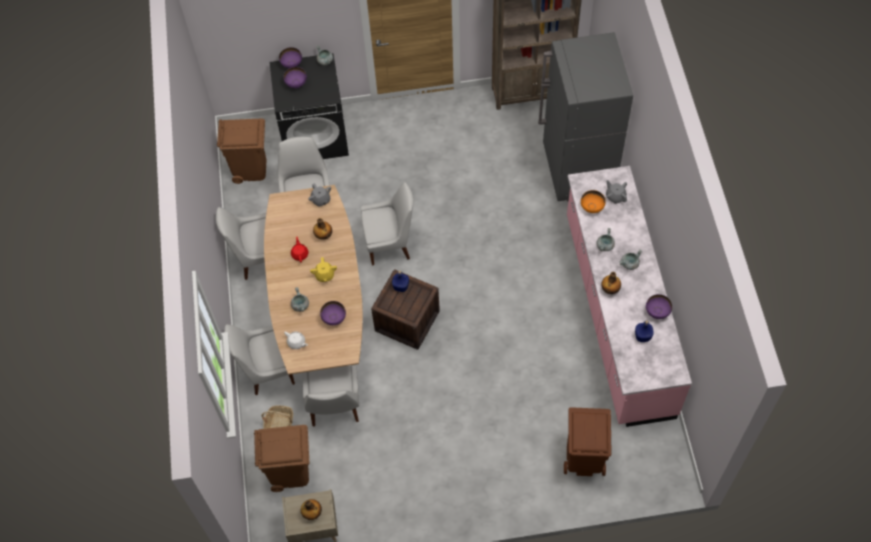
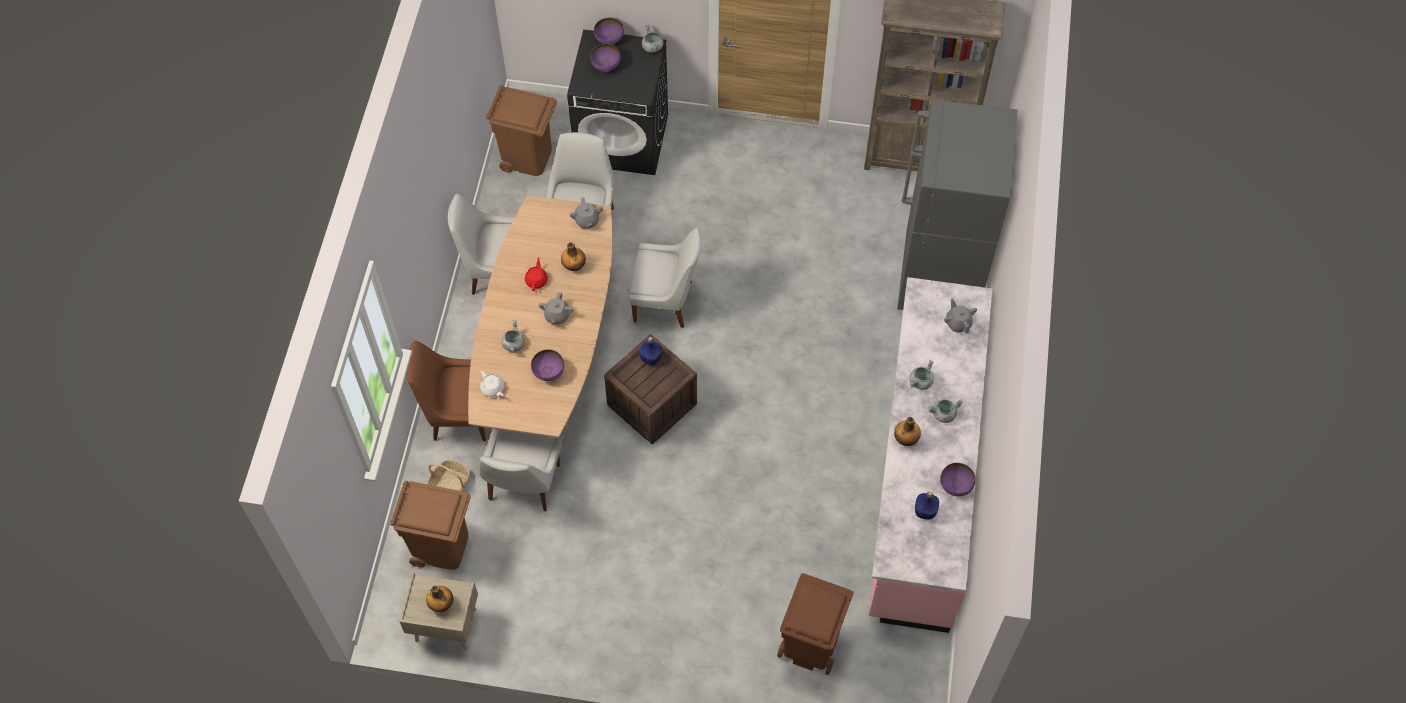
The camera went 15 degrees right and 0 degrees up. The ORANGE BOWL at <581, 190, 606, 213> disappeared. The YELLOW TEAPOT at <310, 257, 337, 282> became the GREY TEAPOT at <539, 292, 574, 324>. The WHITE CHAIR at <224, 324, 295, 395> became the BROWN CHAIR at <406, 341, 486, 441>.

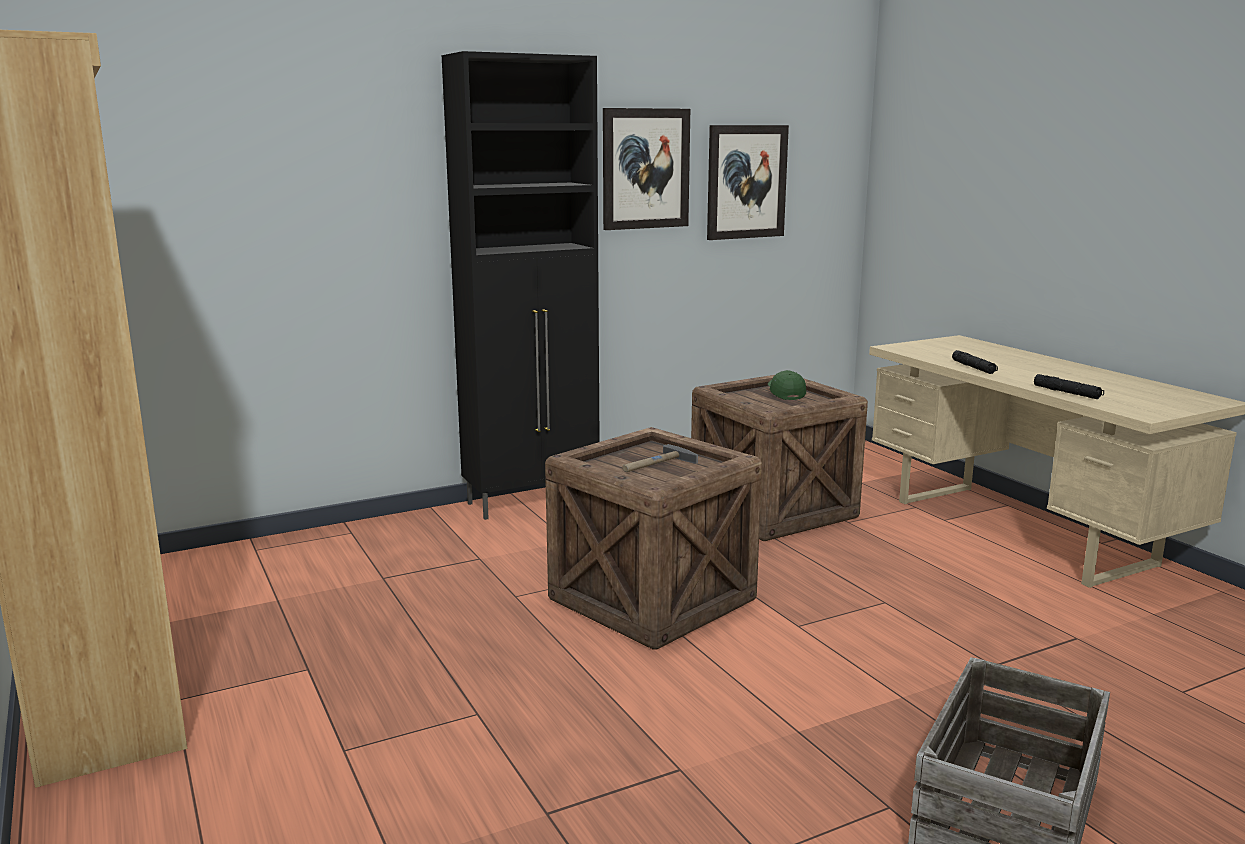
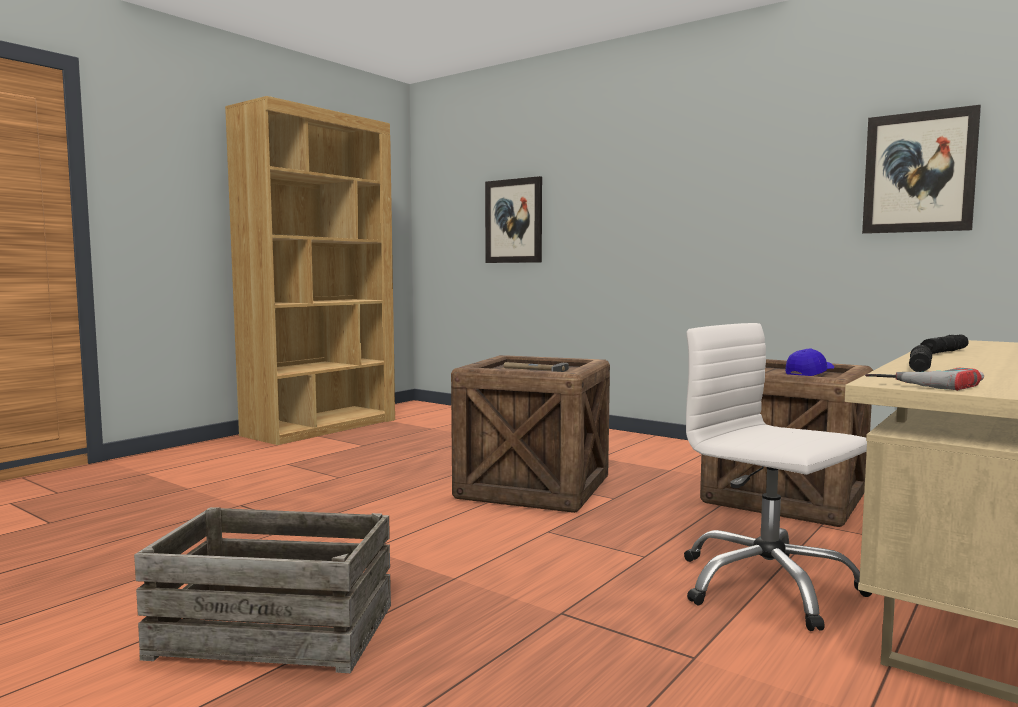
The camera went 65 degrees right and 10 degrees down. The BLACK CABINET at <442, 51, 600, 520> disappeared. The PICTURE moved from <603, 108, 690, 230> to <485, 176, 542, 263>. The GREEN CAP at <768, 370, 806, 400> became the BLUE CAP at <785, 348, 835, 376>. The WHITE OFFICE CHAIR at <684, 323, 872, 631> appeared. The POWER DRILL at <865, 368, 984, 391> appeared.

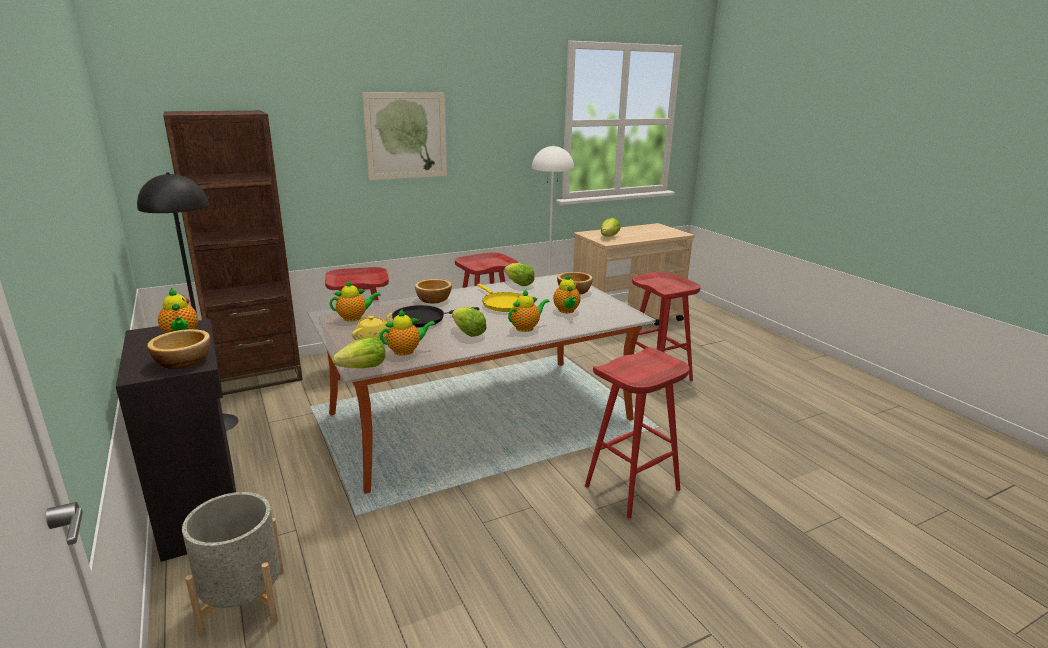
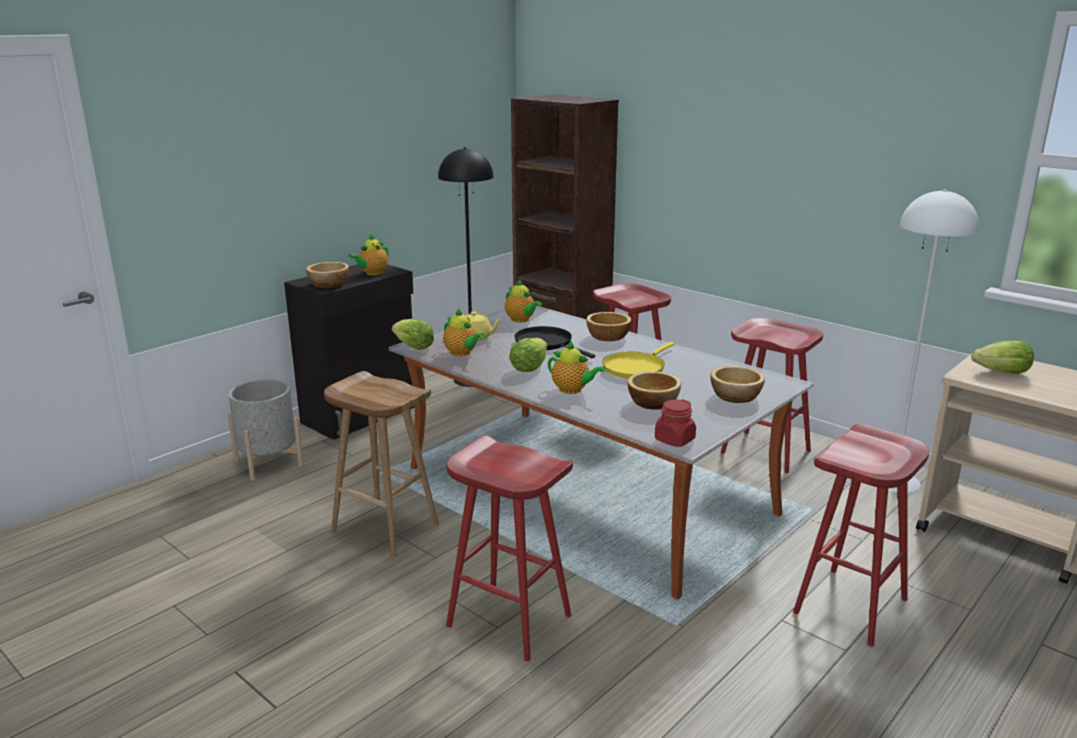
The camera went 70 degrees right and 0 degrees up. The PICTURE at <362, 92, 447, 180> disappeared. The LETTUCE at <504, 263, 534, 286> disappeared. The TEAPOT at <553, 274, 581, 313> was replaced by the BOWL at <627, 371, 681, 410>. The BROWN STOOL at <324, 371, 439, 558> appeared. The RED JAR at <655, 399, 696, 447> appeared.

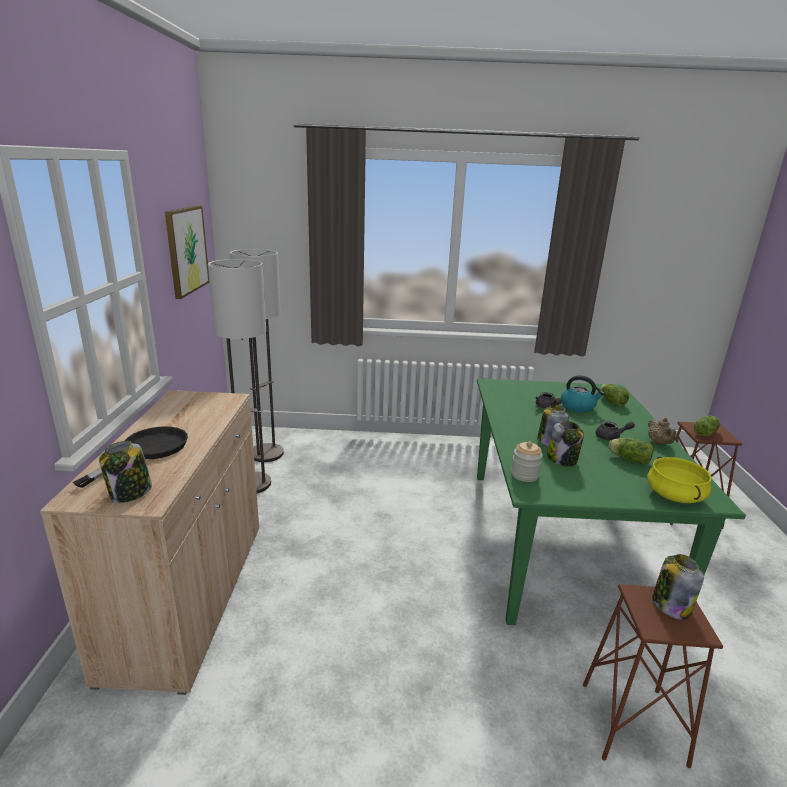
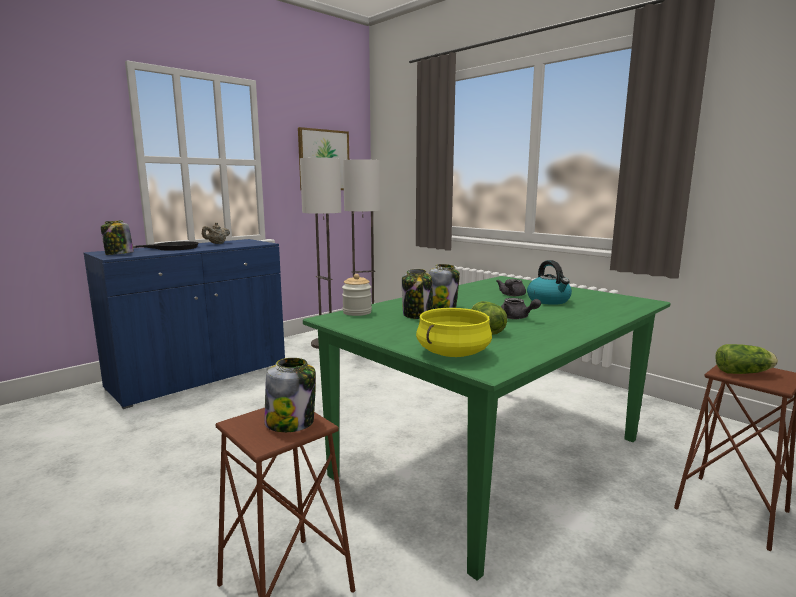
The camera went 45 degrees right and 10 degrees down. The LETTUCE at <600, 383, 629, 406> disappeared. The BEIGE CABINET at <40, 390, 259, 695> became the BLUE CABINET at <84, 239, 285, 409>. The BEIGE TEAPOT moved from <648, 417, 676, 444> to <202, 222, 230, 244>.

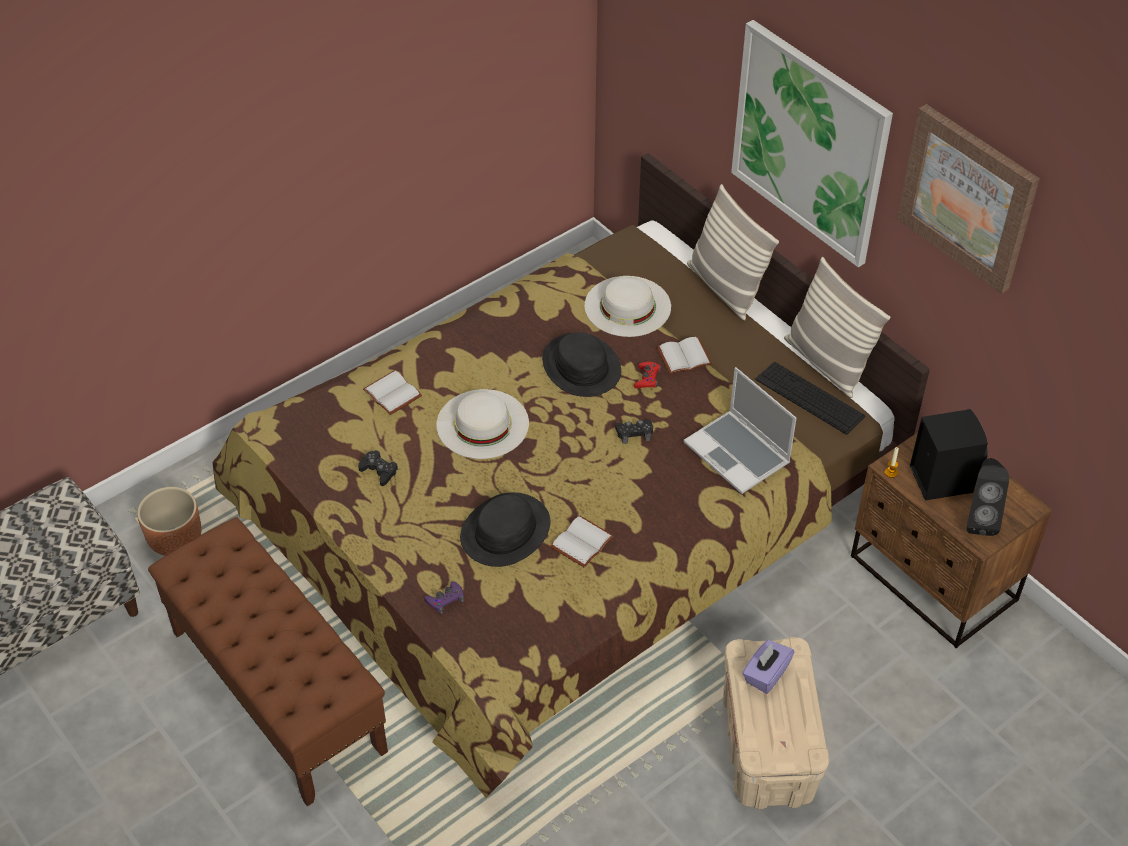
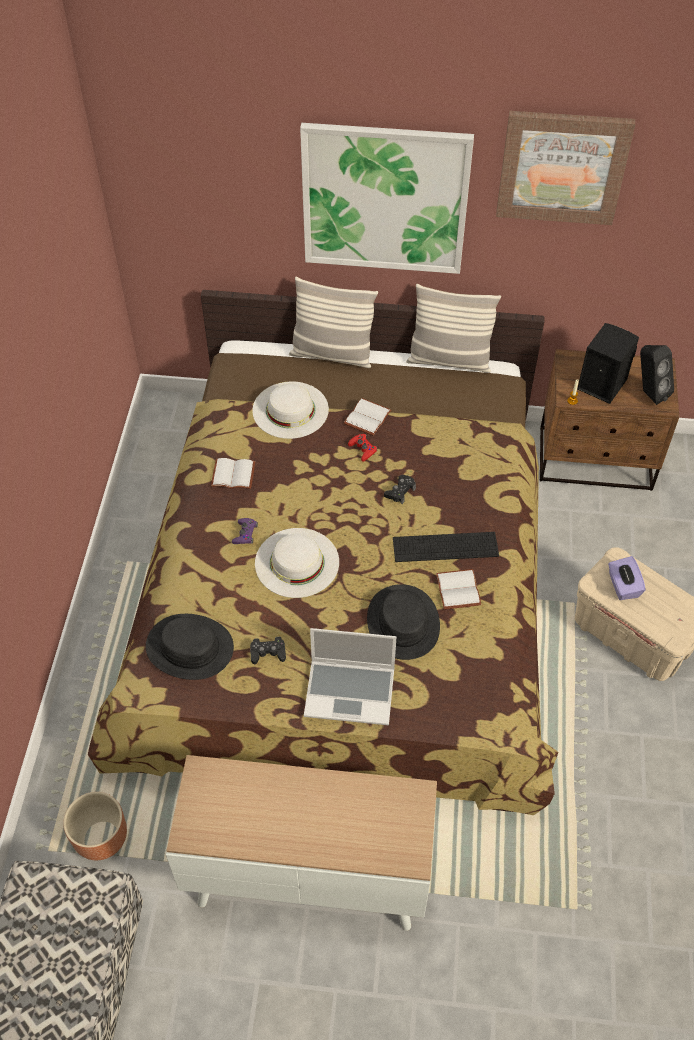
The camera went 45 degrees left and 5 degrees up. The BLACK HAT moved from <542, 332, 621, 397> to <146, 614, 234, 680>. The KEYBOARD moved from <755, 362, 866, 435> to <393, 532, 499, 562>. The LAPTOP moved from <683, 367, 796, 494> to <304, 628, 396, 725>. The WHITE BOOK moved from <363, 370, 422, 415> to <211, 458, 255, 489>. The BROWN BENCH at <148, 517, 388, 807> was replaced by the CABINET at <166, 755, 437, 931>. The PURPLE GAME CONTROLLER moved from <424, 581, 464, 614> to <232, 518, 258, 544>.

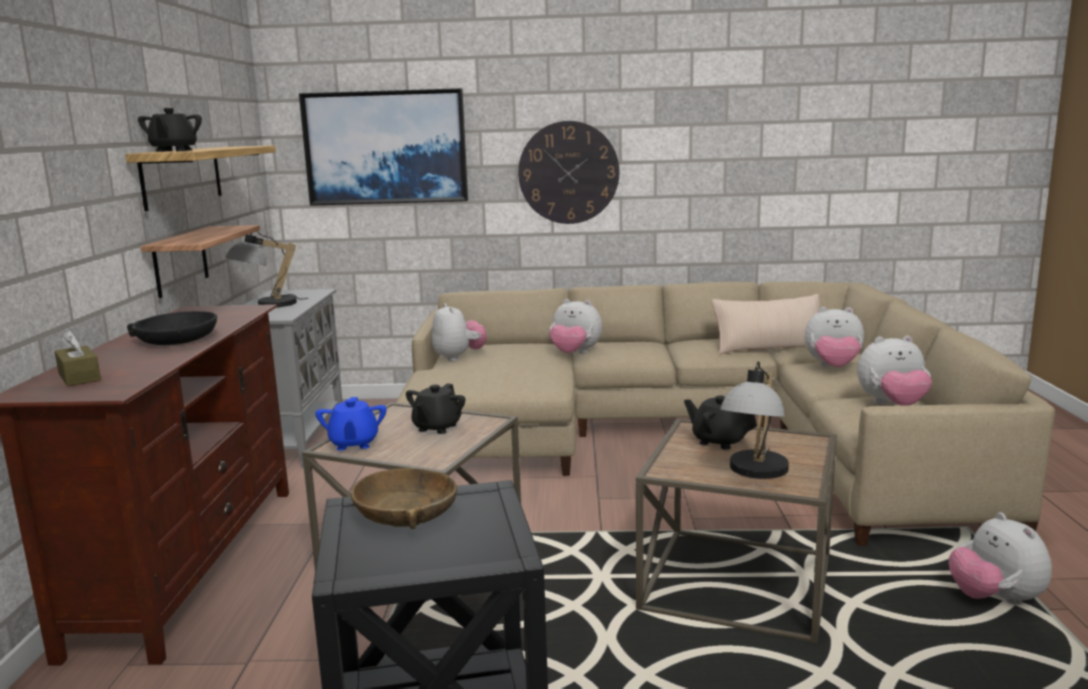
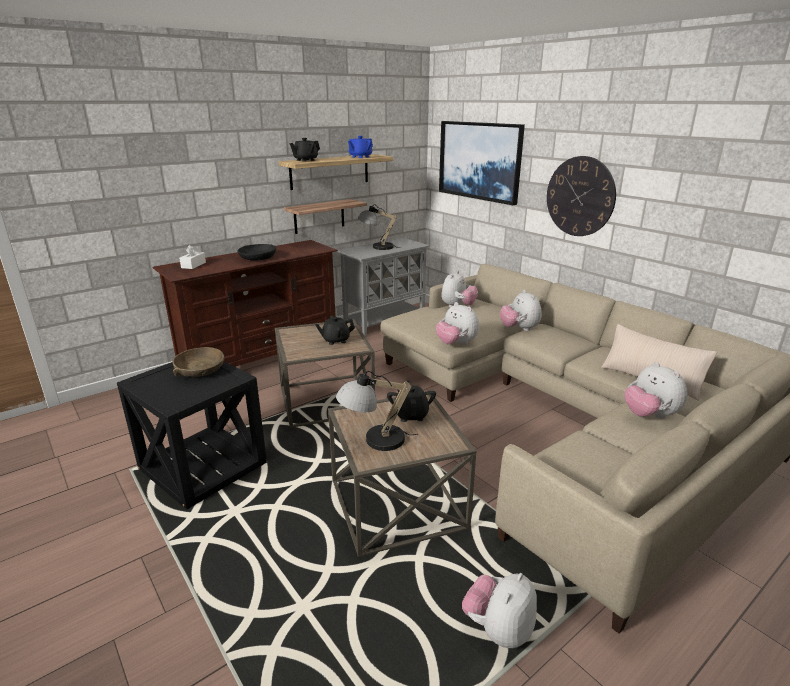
The camera went 50 degrees right and 10 degrees up. The BROWN TISSUE BOX at <55, 330, 101, 386> became the WHITE TISSUE BOX at <179, 245, 206, 269>. The PLUSH TOY moved from <857, 335, 932, 405> to <436, 302, 479, 345>. The BLUE TEAPOT moved from <315, 397, 387, 451> to <348, 136, 373, 158>.

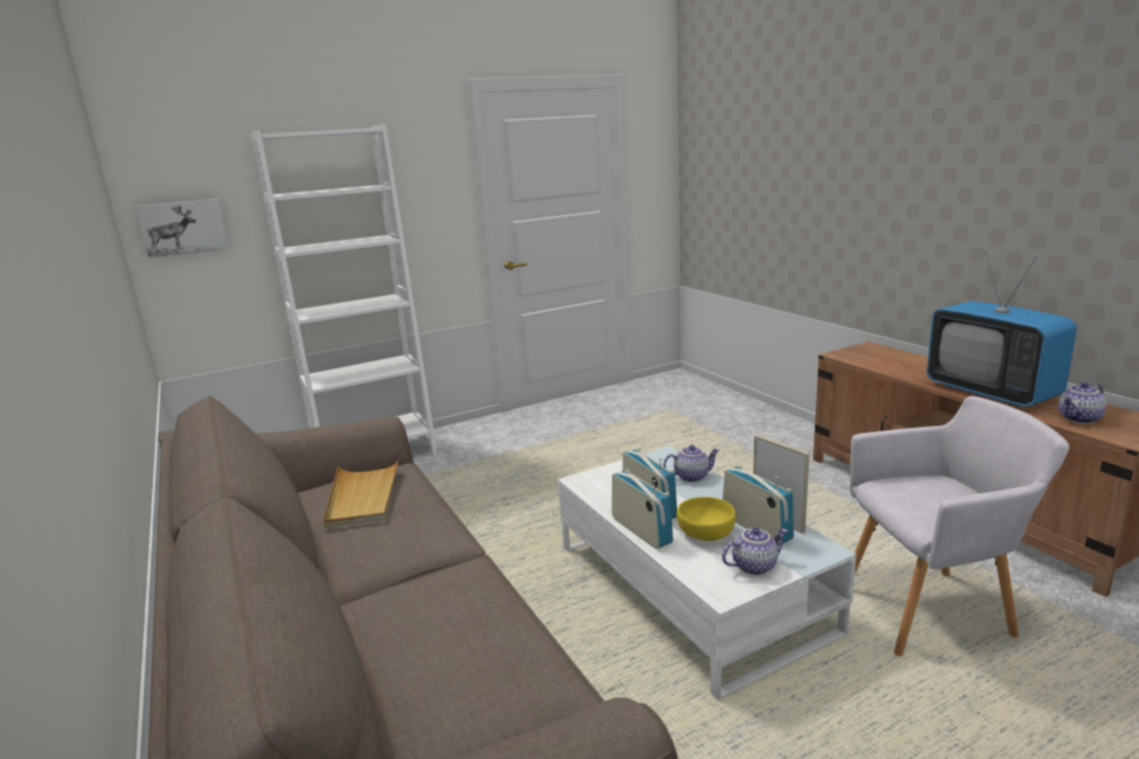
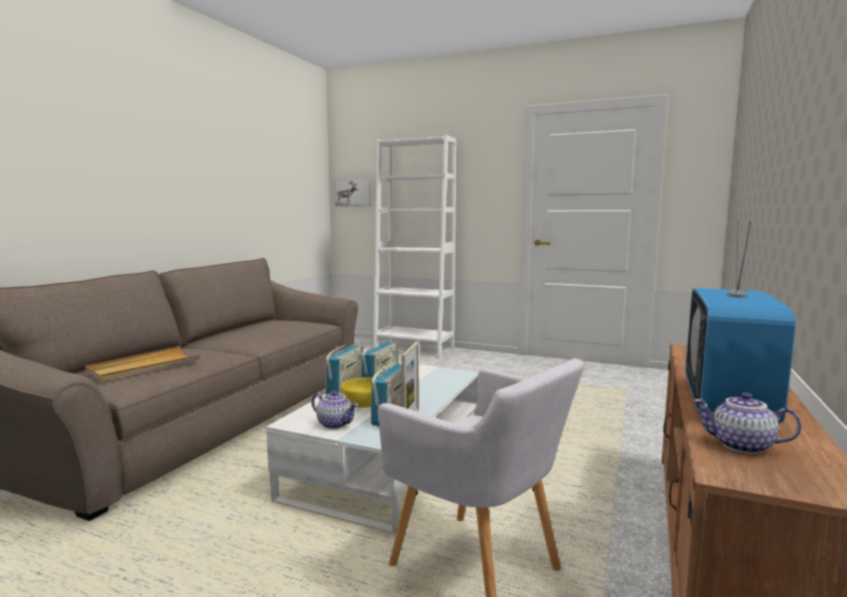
The camera went 50 degrees right and 10 degrees down. The TEAPOT at <663, 445, 720, 482> disappeared. The BEIGE TRAY moved from <323, 459, 399, 528> to <85, 346, 200, 382>.

